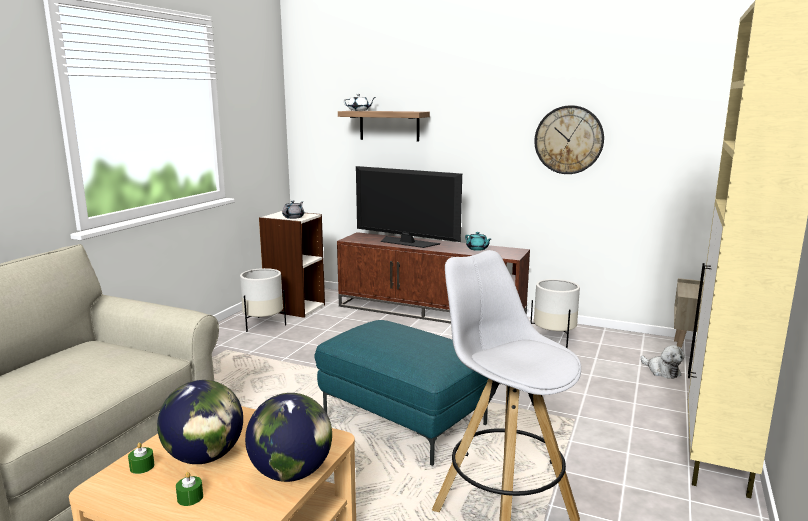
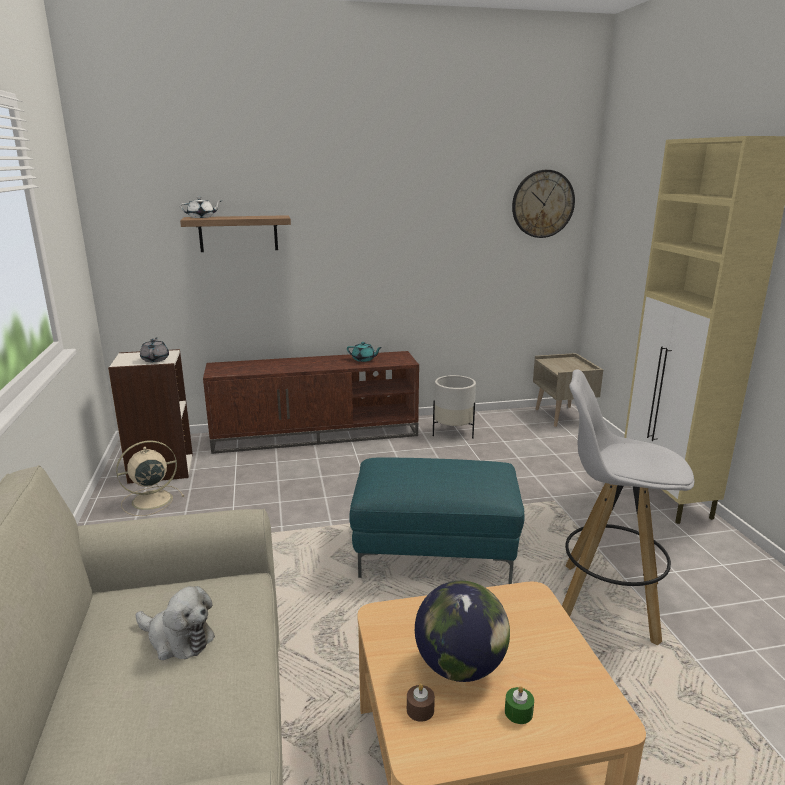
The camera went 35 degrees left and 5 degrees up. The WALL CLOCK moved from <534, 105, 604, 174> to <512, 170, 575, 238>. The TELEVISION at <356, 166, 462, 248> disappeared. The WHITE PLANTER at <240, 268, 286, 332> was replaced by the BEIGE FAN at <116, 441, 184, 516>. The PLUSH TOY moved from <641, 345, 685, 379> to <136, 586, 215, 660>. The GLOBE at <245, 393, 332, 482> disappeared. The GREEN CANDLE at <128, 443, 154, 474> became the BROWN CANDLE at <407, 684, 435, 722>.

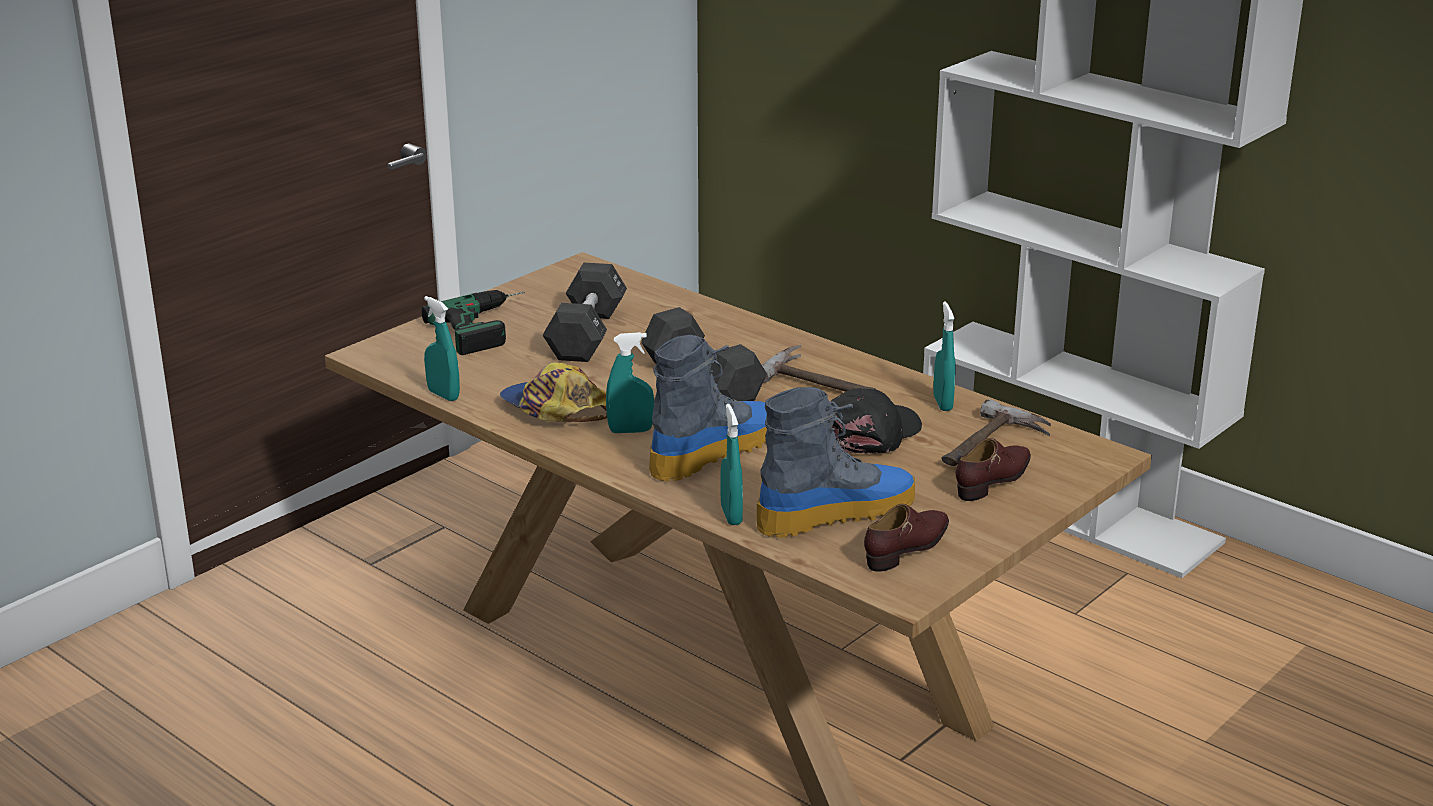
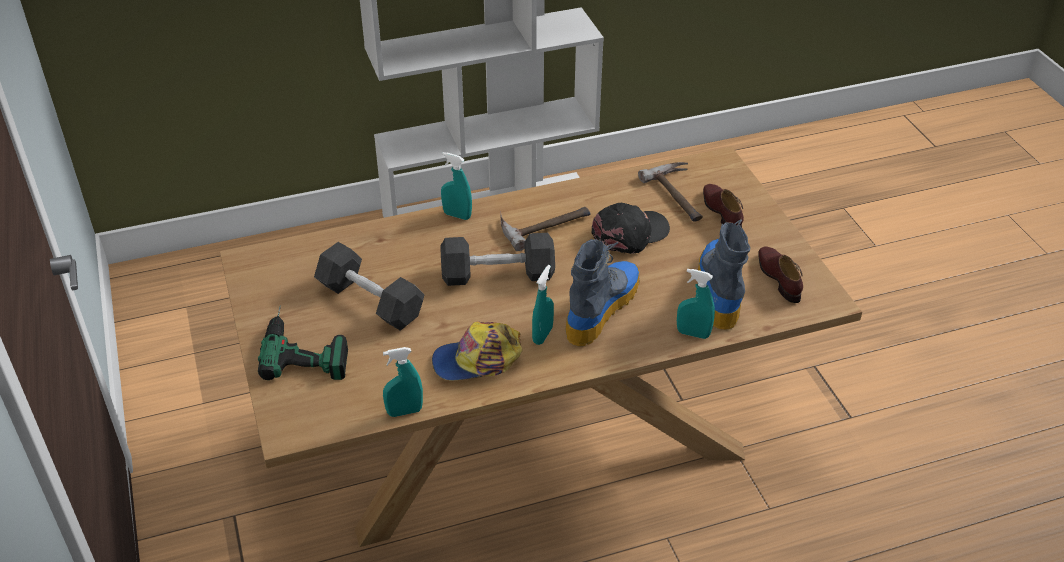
The camera went 60 degrees left and 15 degrees up. The TURQUOISE SPRAY BOTTLE moved from <933, 302, 955, 411> to <441, 152, 472, 220>. The BOOT at <649, 335, 767, 482> turned 45 degrees clockwise. The BLACK CAP at <831, 388, 922, 453> turned 75 degrees clockwise.

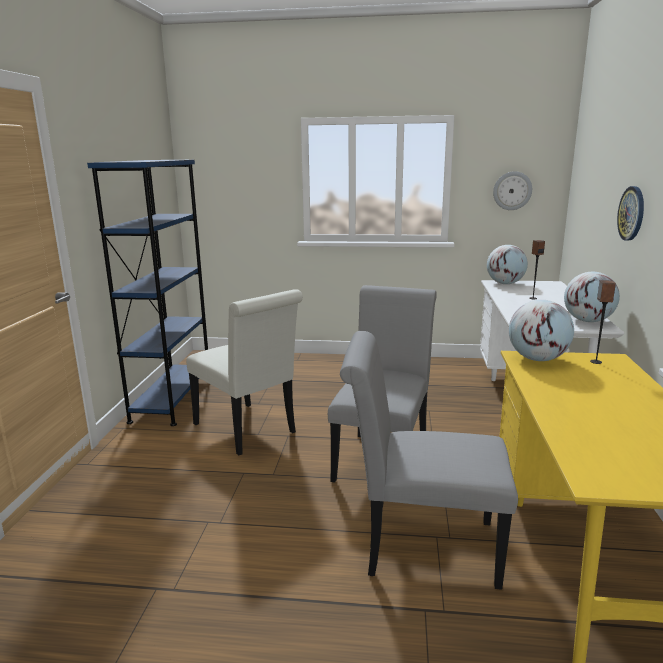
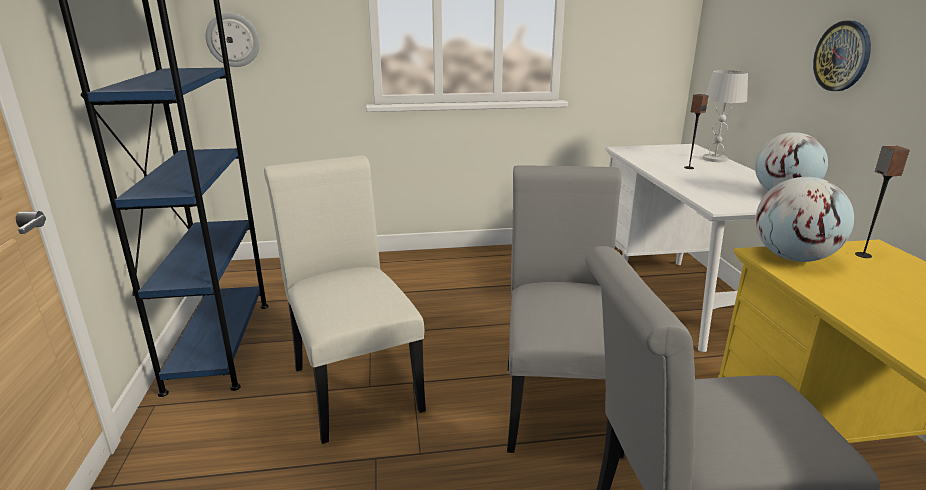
The camera went 15 degrees left and 5 degrees up. The WALL CLOCK moved from <493, 171, 532, 210> to <206, 12, 260, 67>. The GLOBE at <487, 245, 528, 284> disappeared. The WHITE CHAIR at <186, 289, 303, 456> turned 150 degrees counterclockwise. The WHITE TABLE LAMP at <703, 70, 748, 162> appeared.

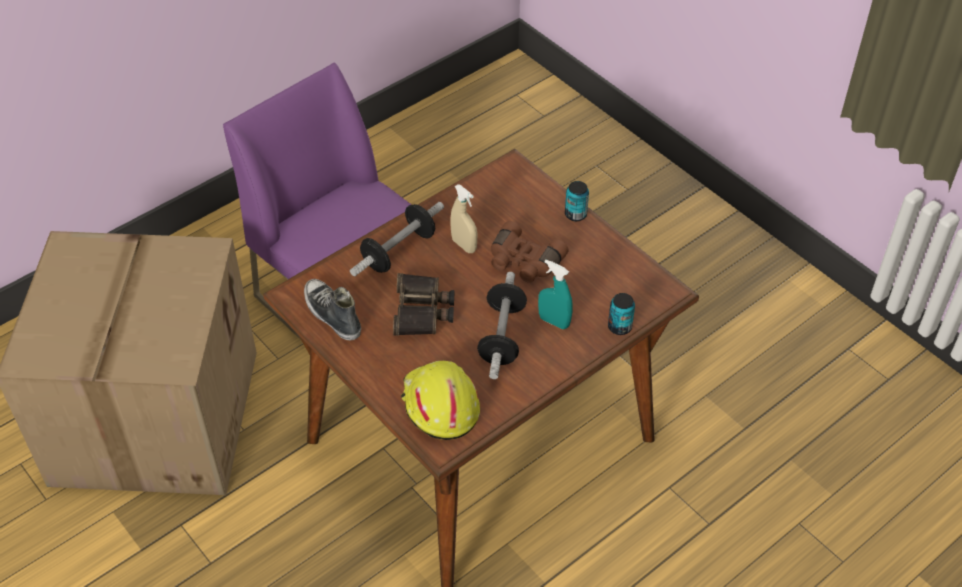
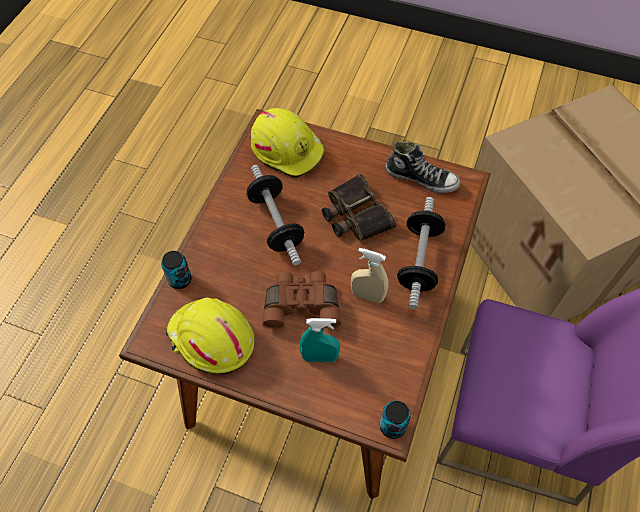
The camera went 150 degrees right and 10 degrees up. The CAN moved from <565, 181, 589, 221> to <380, 401, 411, 439>. The TURQUOISE SPRAY BOTTLE moved from <538, 260, 573, 329> to <300, 318, 340, 363>. The YELLOW HARD HAT at <166, 297, 254, 375> appeared.

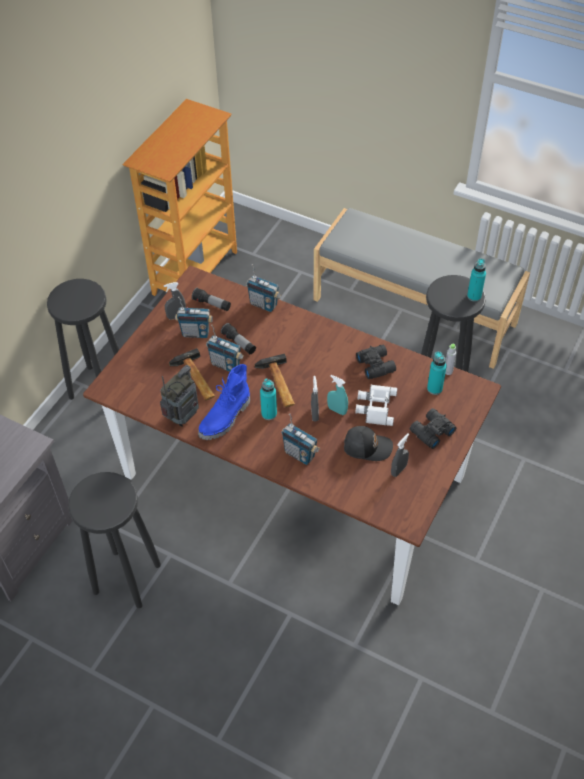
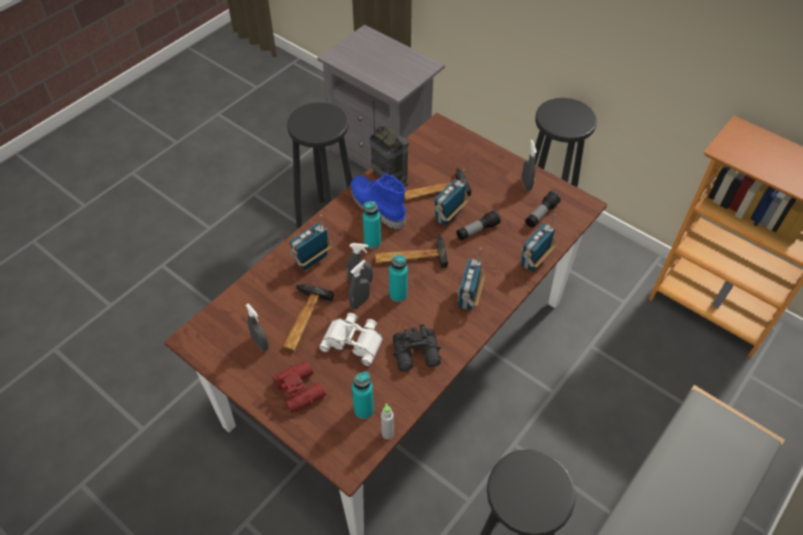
The camera went 100 degrees right and 0 degrees up. The TURQUOISE BOTTLE moved from <467, 258, 486, 302> to <389, 254, 408, 302>. The RADIO moved from <175, 297, 213, 338> to <456, 248, 485, 310>. The TURQUOISE SPRAY BOTTLE at <327, 375, 348, 415> became the GREY SPRAY BOTTLE at <349, 260, 370, 309>. The BLACK BINOCULARS at <410, 408, 456, 449> became the RED BINOCULARS at <273, 361, 326, 413>. The BLACK CAP at <344, 426, 393, 461> was replaced by the HAMMER at <282, 284, 334, 351>.

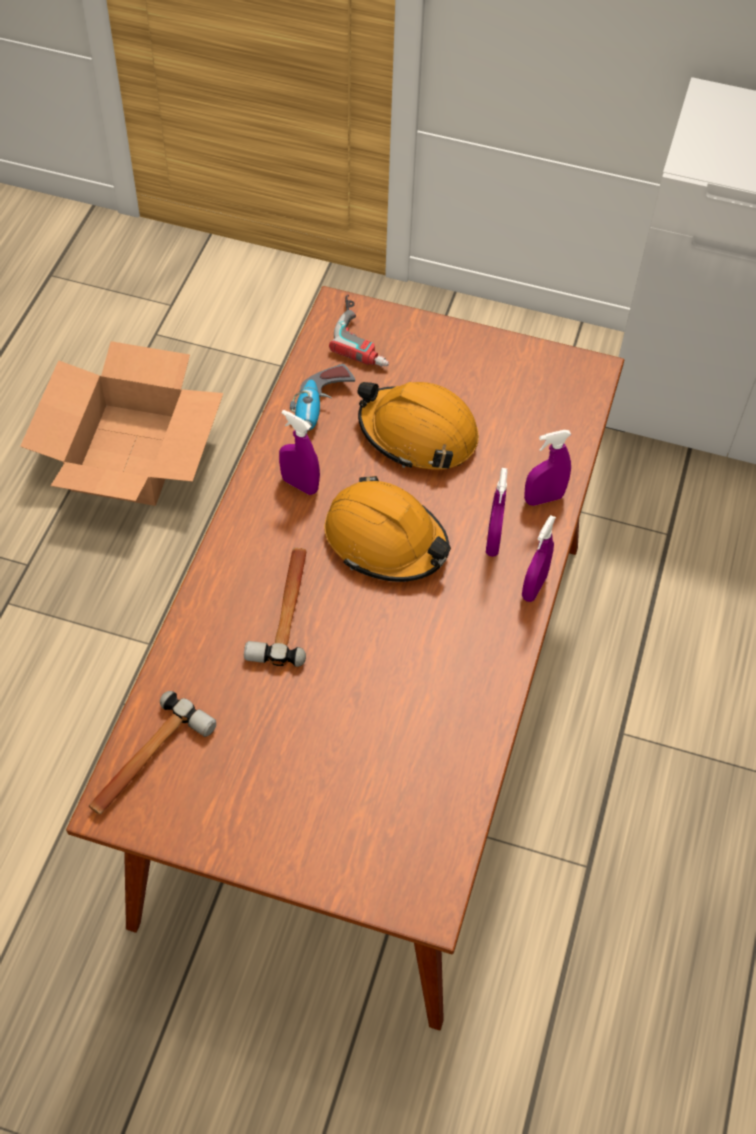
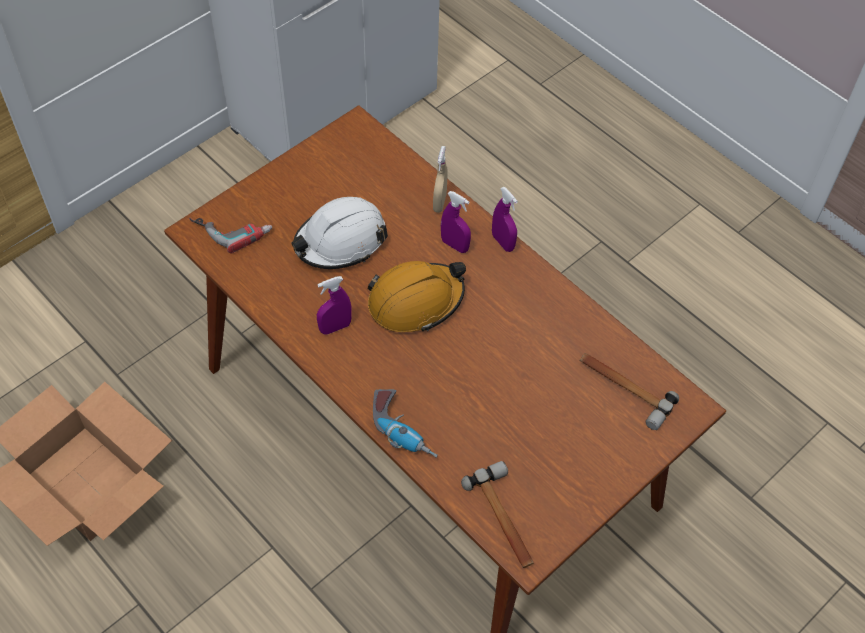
The camera went 60 degrees left and 0 degrees up. The POWER DRILL moved from <290, 364, 355, 434> to <373, 389, 438, 457>. The ORANGE HARD HAT at <358, 382, 479, 470> became the WHITE HARD HAT at <292, 197, 388, 269>. The PURPLE SPRAY BOTTLE at <524, 430, 571, 506> became the BEIGE SPRAY BOTTLE at <433, 146, 448, 213>. The HAMMER moved from <244, 548, 307, 667> to <580, 353, 679, 430>.

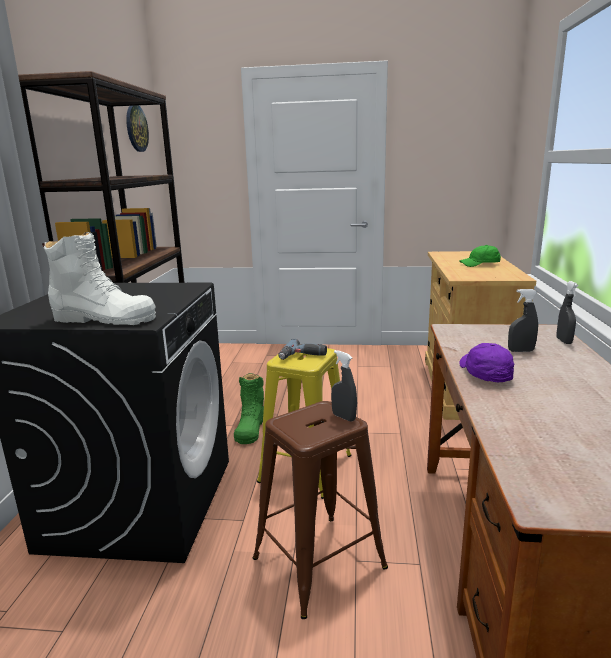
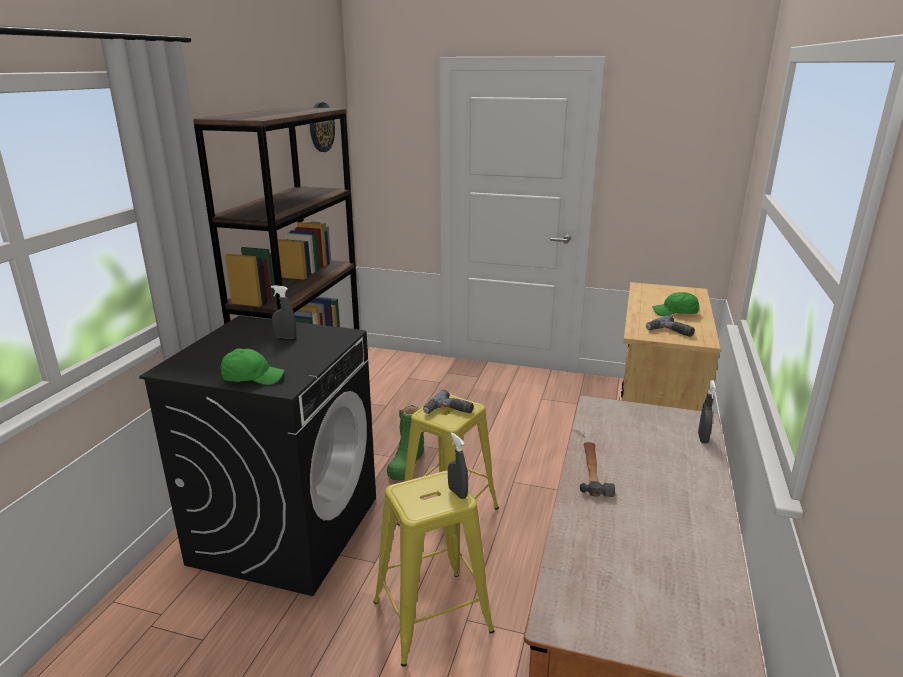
The camera went 10 degrees right and 5 degrees up. The WHITE BOOT at <42, 232, 156, 325> was replaced by the GREEN CAP at <221, 349, 285, 385>. The GREY SPRAY BOTTLE moved from <508, 289, 538, 352> to <271, 285, 296, 339>. The PURPLE CAP at <459, 343, 514, 382> was replaced by the HAMMER at <580, 442, 615, 497>. The BROWN STOOL at <253, 401, 388, 619> became the YELLOW STOOL at <373, 470, 494, 667>. The POWER DRILL at <646, 315, 695, 337> appeared.

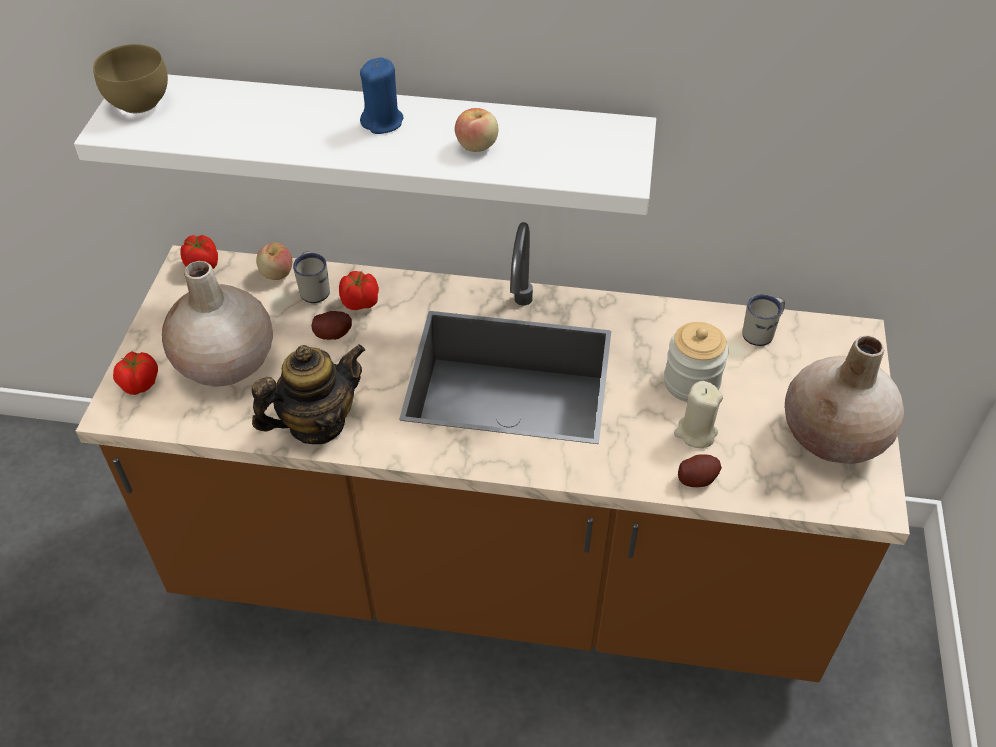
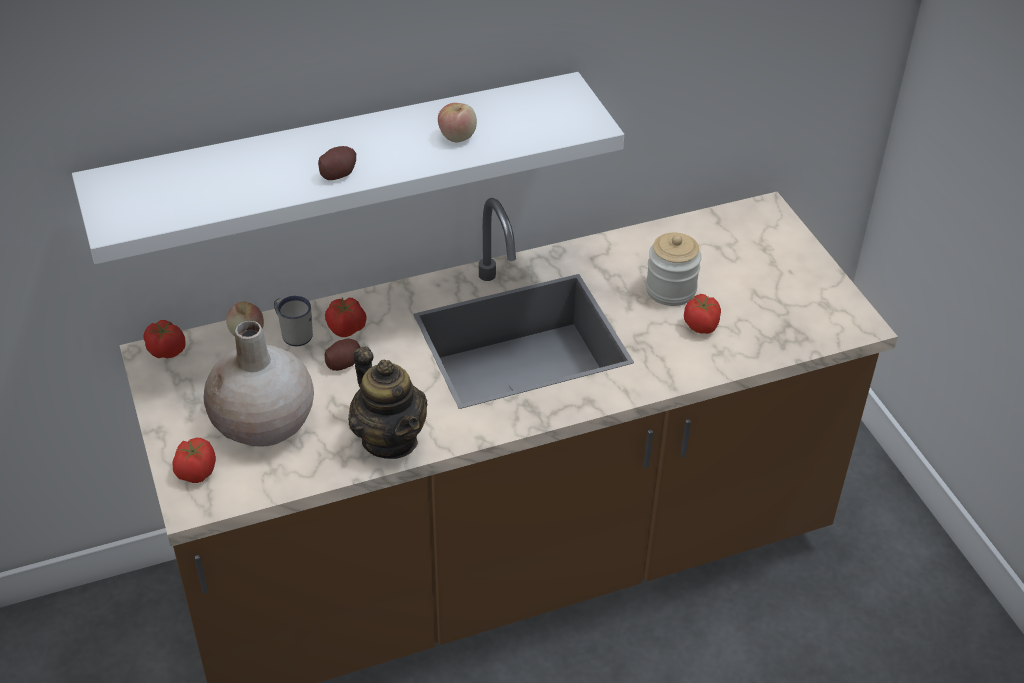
The camera went 30 degrees left and 5 degrees down. The BROWN BOWL at <93, 44, 168, 113> disappeared. The BLUE CANDLE at <360, 57, 403, 134> disappeared. The WHITE MUG at <742, 294, 785, 346> disappeared. The BEIGE VASE at <785, 335, 904, 464> disappeared. The TEAPOT at <252, 344, 365, 444> turned 120 degrees clockwise. The BEIGE CANDLE at <674, 381, 723, 448> was replaced by the TOMATO at <684, 294, 721, 334>. The POTATO moved from <678, 454, 722, 487> to <318, 146, 356, 180>.

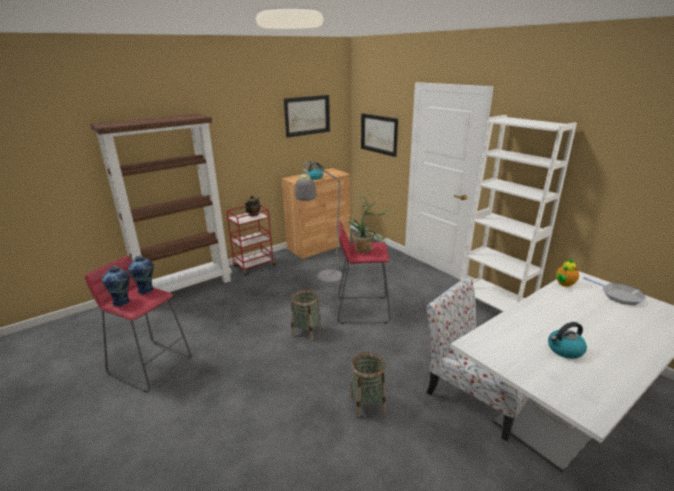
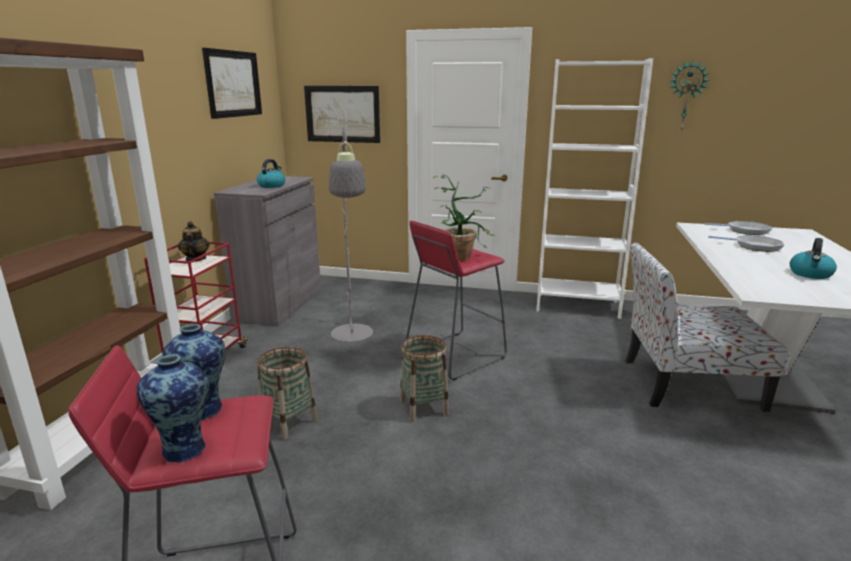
The camera went 40 degrees left and 5 degrees down. The BROWN CABINET at <282, 168, 350, 259> became the GREY CABINET at <214, 176, 321, 326>. The TEAPOT at <556, 258, 579, 287> disappeared. The BASKET moved from <350, 352, 386, 417> to <258, 347, 318, 440>. The WALL CLOCK at <669, 60, 710, 132> appeared. The FRYING PAN at <708, 235, 784, 252> appeared.

